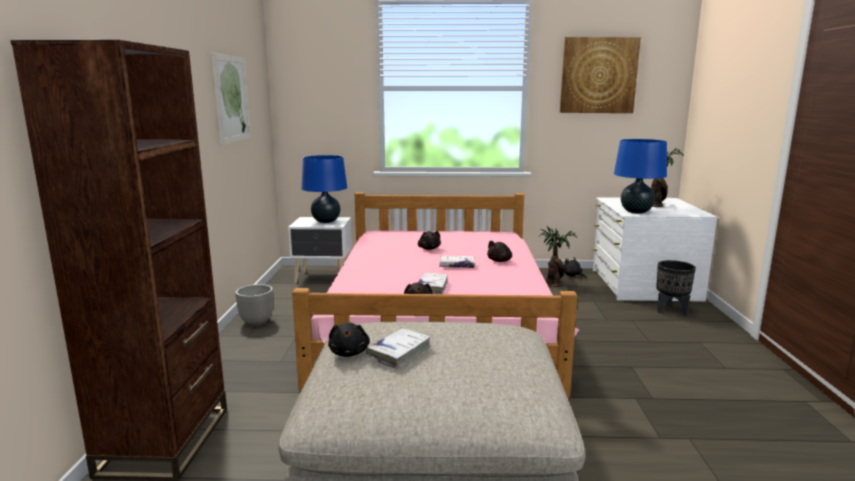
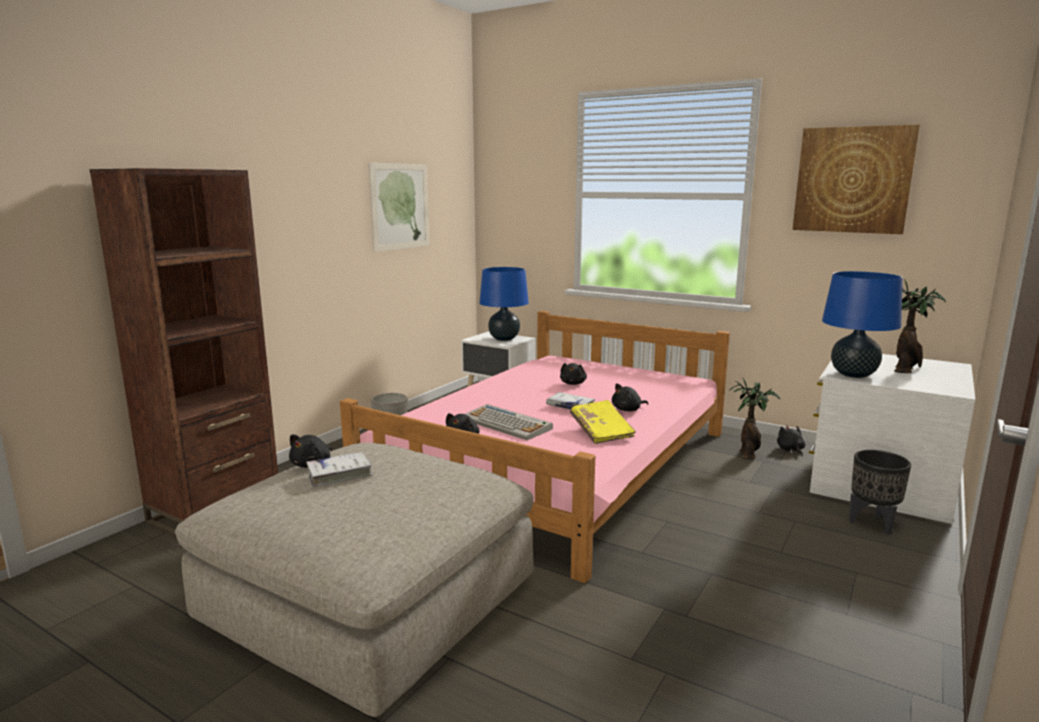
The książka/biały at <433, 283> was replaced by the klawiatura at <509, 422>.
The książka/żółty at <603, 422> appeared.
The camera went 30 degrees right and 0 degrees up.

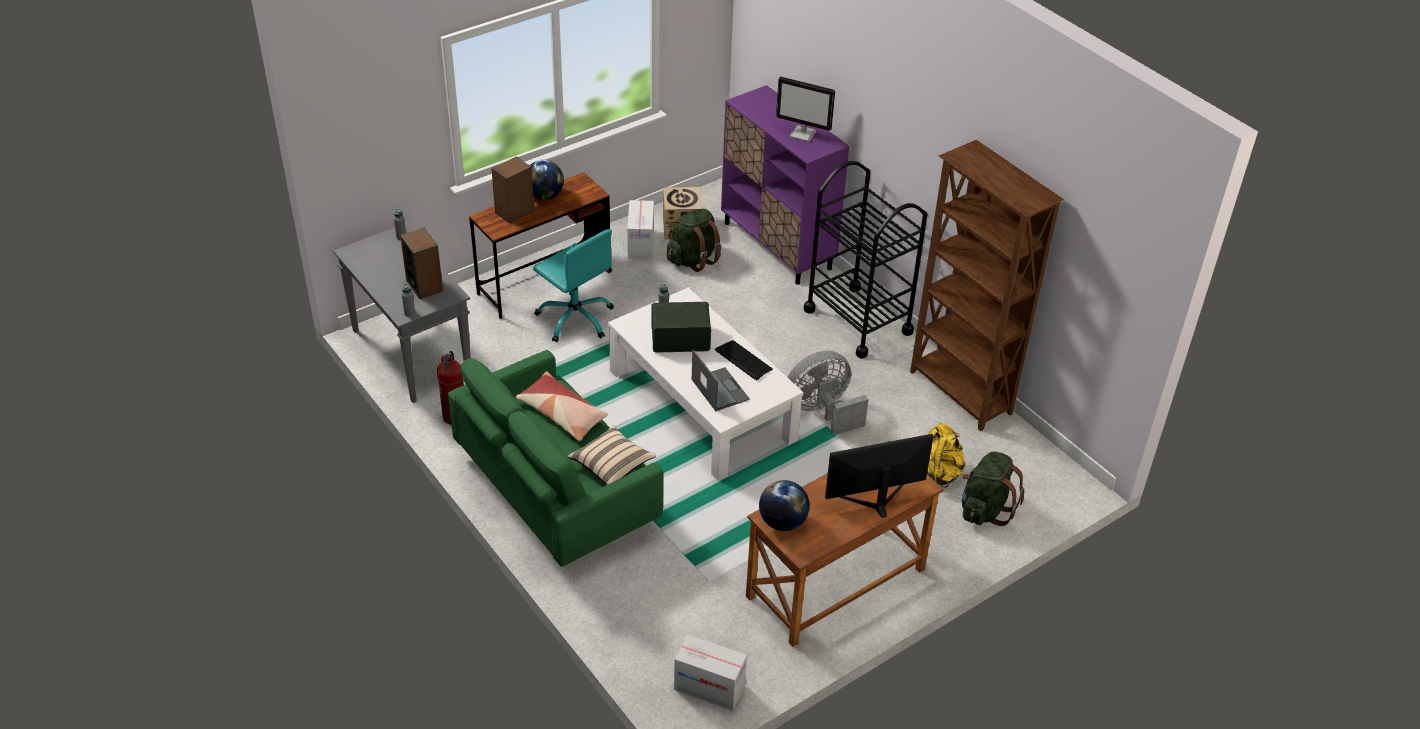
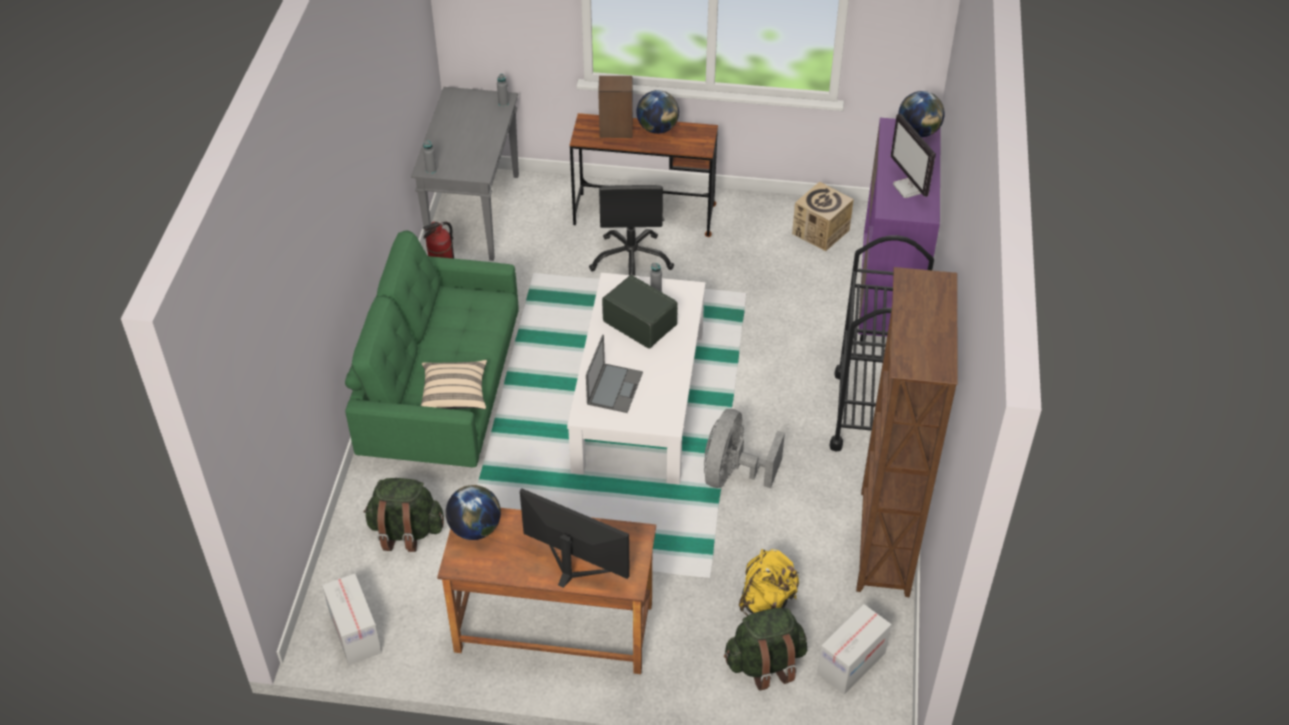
The karton moved from <640, 229> to <854, 649>.
The plecak/zielony moved from <694, 240> to <403, 515>.
The głośnik at <421, 263> disappeared.
The krzesło biurowe/turkusowy at <573, 285> became the krzesło biurowe/czarny at <631, 230>.
The klawiatura at <743, 360> disappeared.
The wentylator/szary at <828, 393> turned 90 degrees counterclockwise.
The poduszka at <561, 406> disappeared.
The globus at <921, 114> appeared.
The camera went 45 degrees right and 5 degrees up.

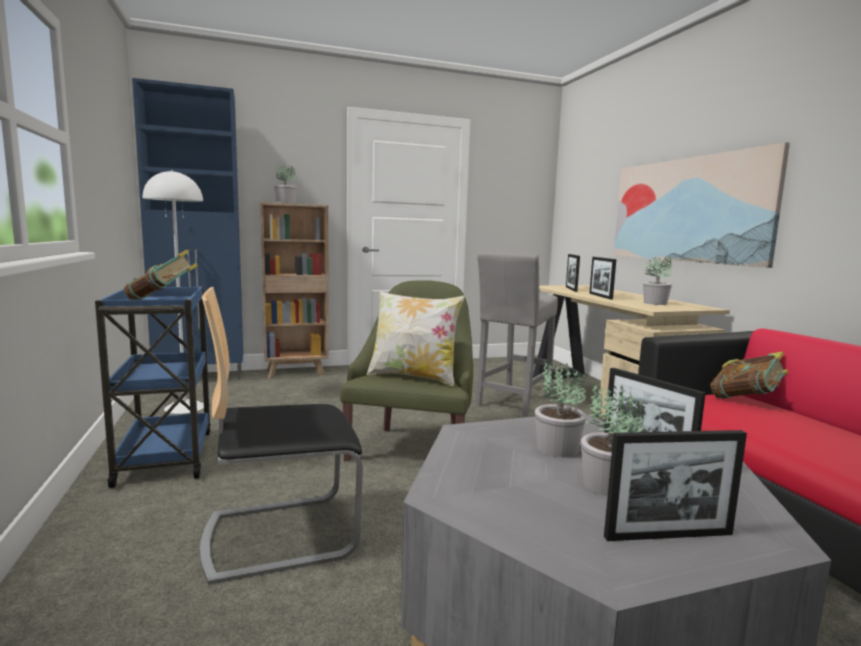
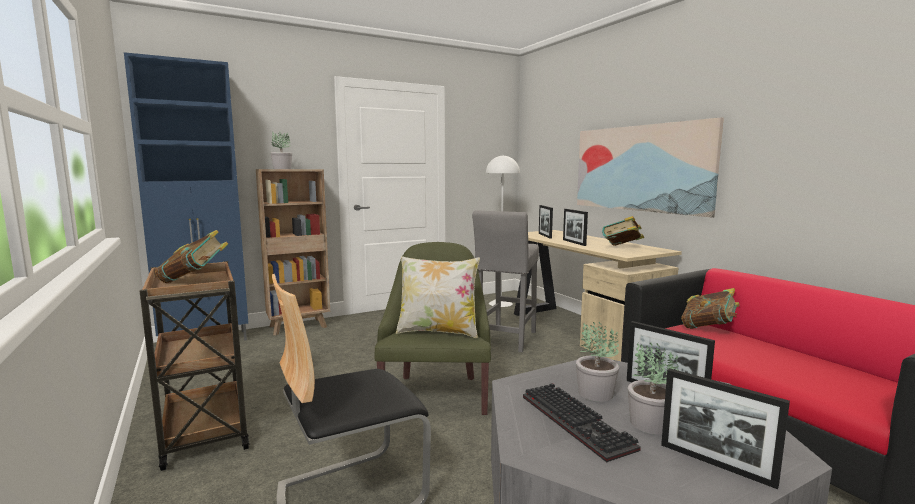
The lampa stojąca/biały moved from <173, 292> to <503, 231>.
The roślina doniczkowa at <657, 280> was replaced by the książka at <623, 231>.
The wózek/niebieski at <153, 387> became the wózek/brązowy at <195, 366>.
The ramka na zdjęcie at <675, 485> turned 60 degrees clockwise.
The klawiatura at <582, 422> appeared.
The camera went 10 degrees left and 0 degrees up.

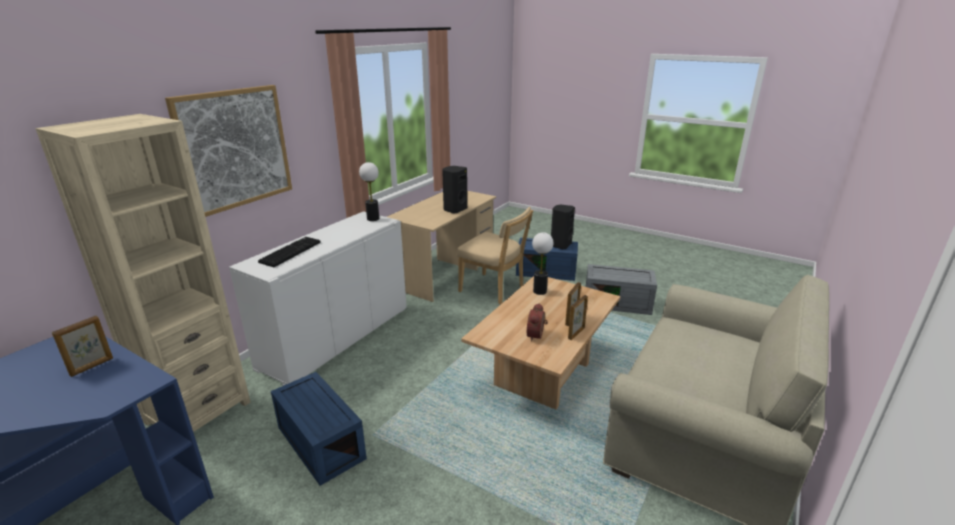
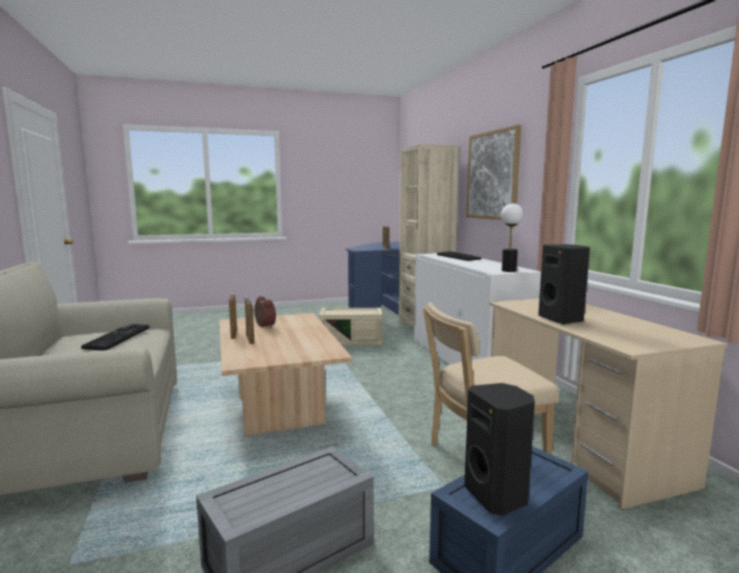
The lampa stołowa at <543, 263> disappeared.
The pojemnik do przechowywania/niebieski at <319, 429> became the pojemnik do przechowywania/beżowy at <350, 326>.
The klawiatura at <115, 337> appeared.
The camera went 130 degrees right and 15 degrees down.

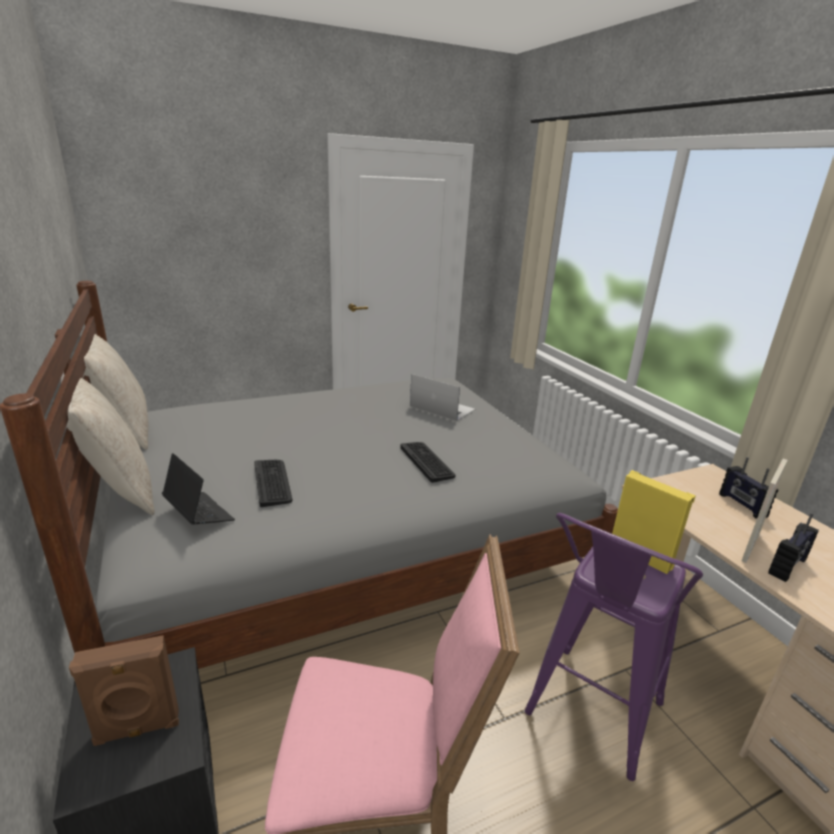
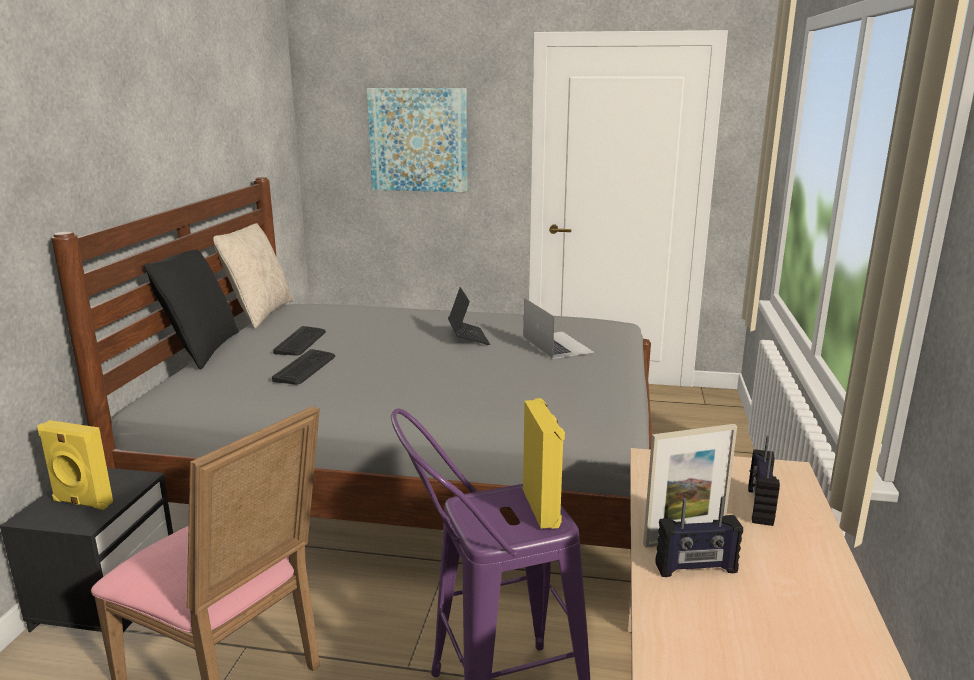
The poduszka/beżowy at <107, 443> became the poduszka/czarny at <191, 310>.
The klawiatura moved from <428, 462> to <299, 341>.
The laptop moved from <198, 489> to <469, 316>.
The głośnik/brązowy at <124, 690> became the głośnik/żółty at <75, 465>.
The obraz at <417, 140> appeared.
The camera went 35 degrees right and 5 degrees down.

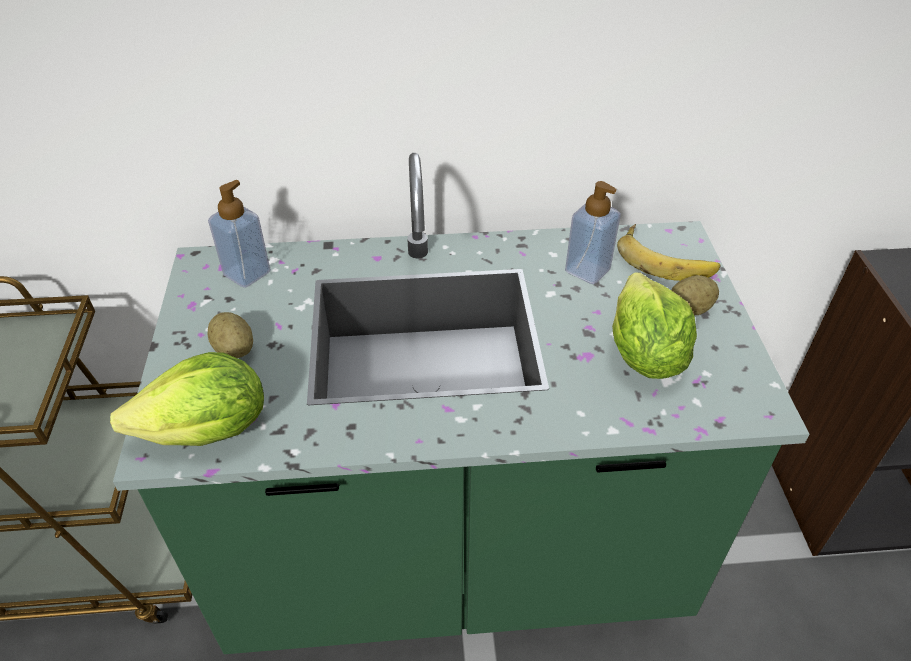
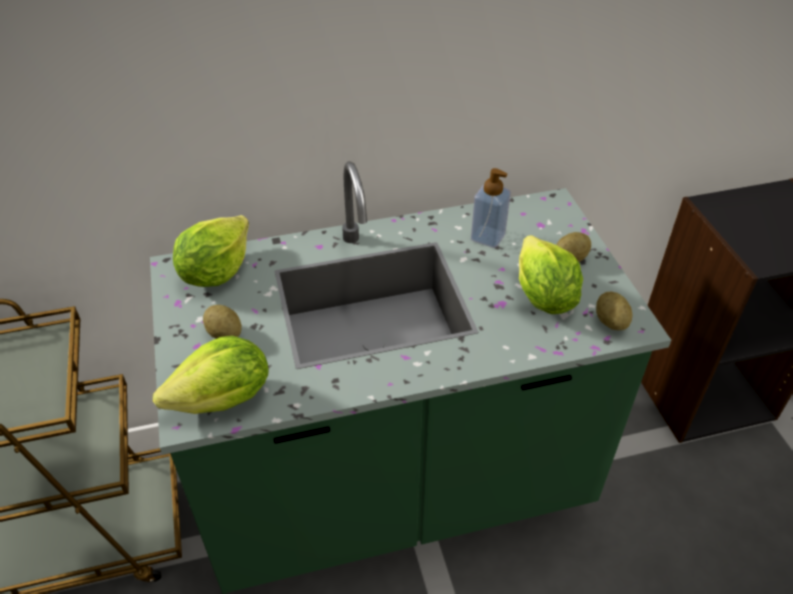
The dozownik mydła at <239, 234> was replaced by the sałata at <211, 251>.
The banan at <668, 252> disappeared.
The ziemniak at <614, 310> appeared.
The camera went 10 degrees left and 0 degrees up.

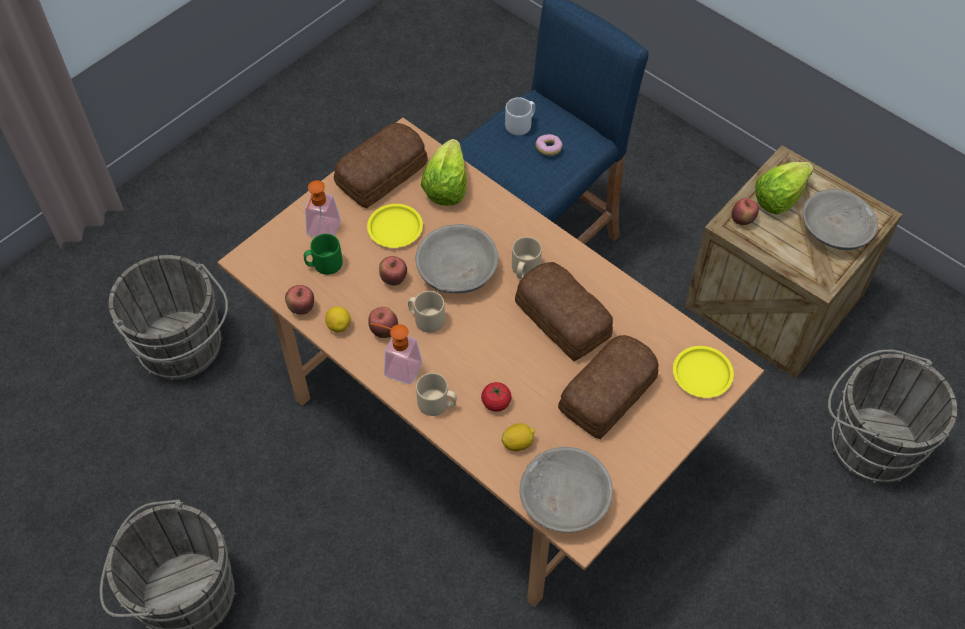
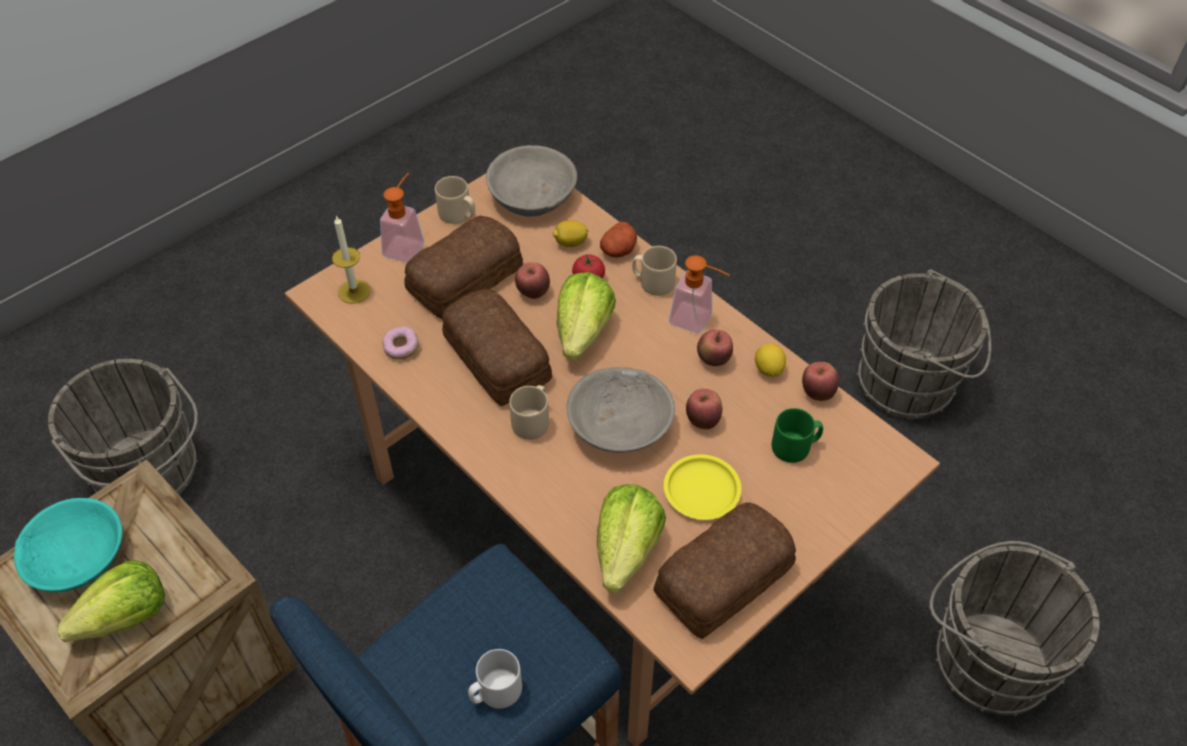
The donut moved from <549, 145> to <400, 343>.
The dozownik mydła moved from <323, 208> to <402, 218>.
The miska/szary at <840, 219> became the miska/turkusowy at <68, 545>.
The jabłko moved from <745, 211> to <532, 280>.
The kubek/beżowy moved from <426, 312> to <455, 200>.
The talerz/żółty at <703, 372> was replaced by the świeca at <351, 259>.
The ziemniak at <618, 240> appeared.
The sałata at <586, 316> appeared.
The camera went 175 degrees left and 5 degrees down.

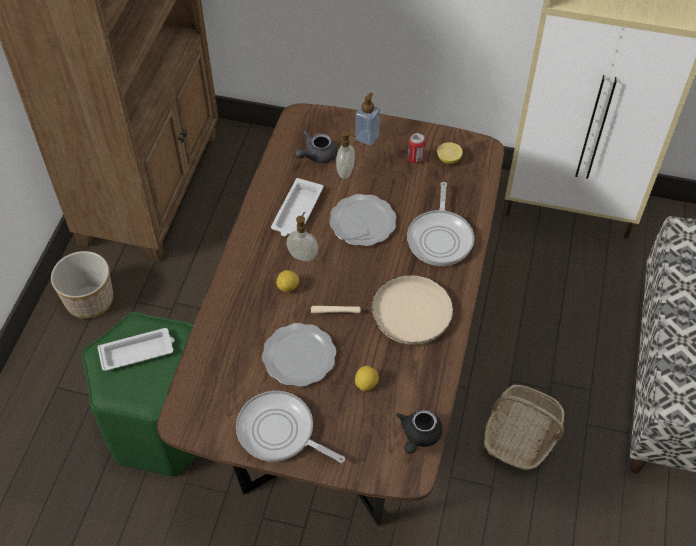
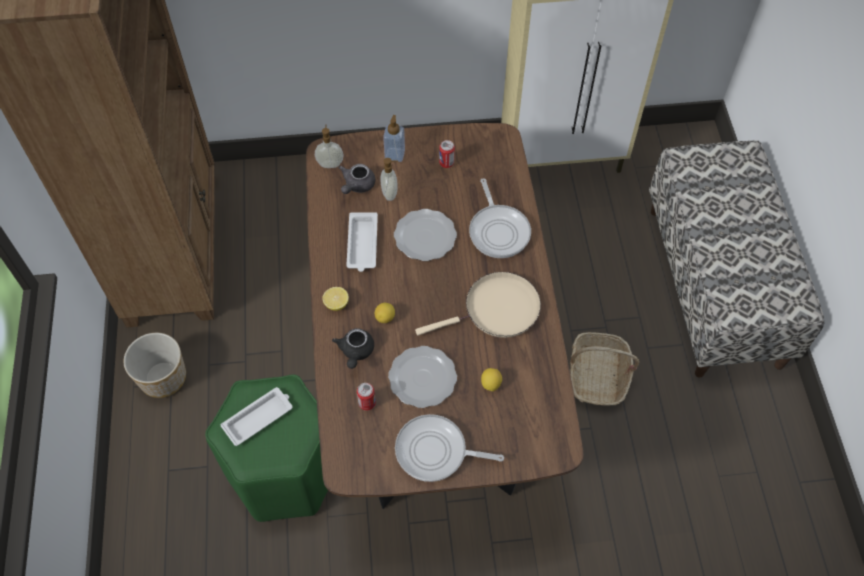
The cytryna moved from <450, 153> to <335, 299>.
The dozownik mydła moved from <302, 237> to <329, 146>.
The imbryk/czarny moved from <419, 431> to <353, 348>.
The puszka at <366, 397> appeared.
The camera went 20 degrees left and 5 degrees up.

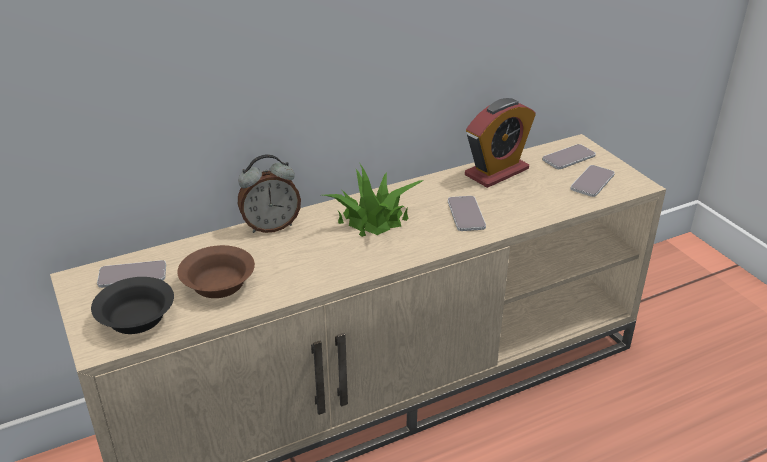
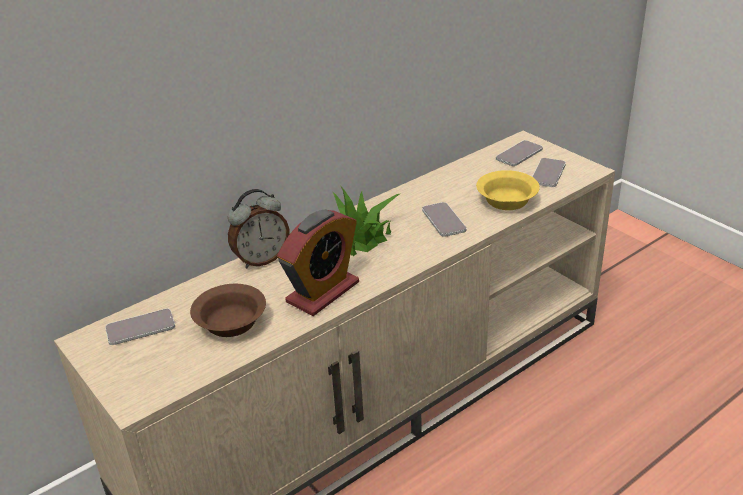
The budzik moved from <500, 143> to <318, 262>.
The miska/czarny at <132, 305> disappeared.
The miska/żółty at <508, 190> appeared.
The camera went 10 degrees left and 0 degrees up.

